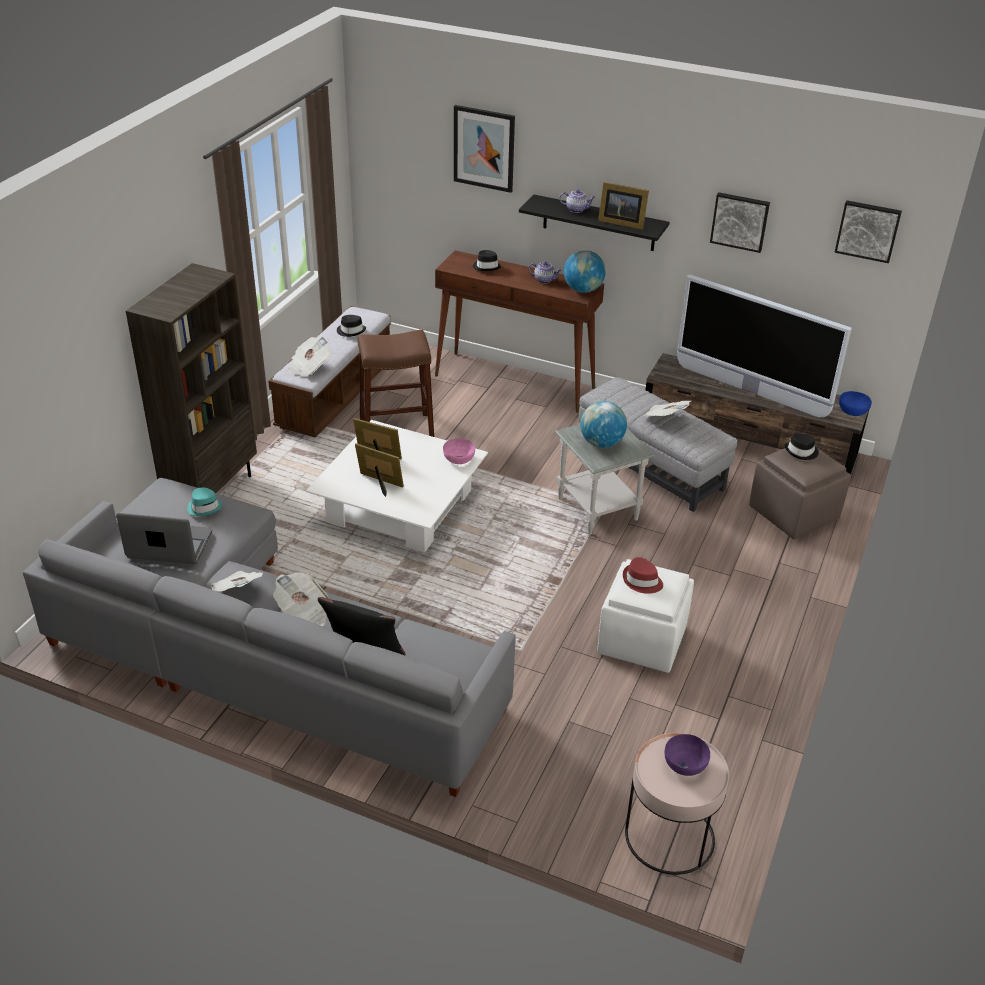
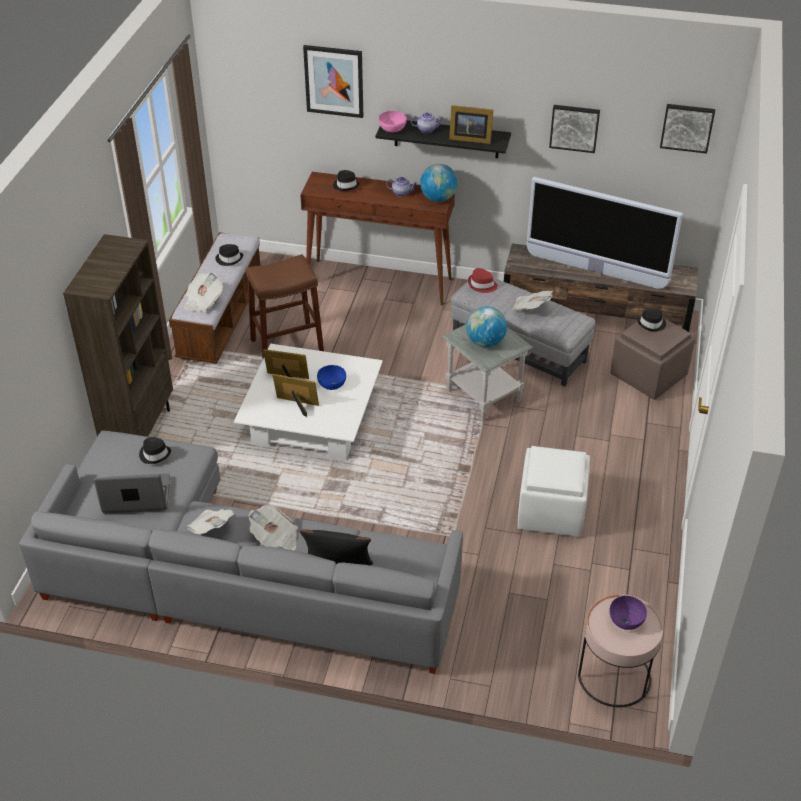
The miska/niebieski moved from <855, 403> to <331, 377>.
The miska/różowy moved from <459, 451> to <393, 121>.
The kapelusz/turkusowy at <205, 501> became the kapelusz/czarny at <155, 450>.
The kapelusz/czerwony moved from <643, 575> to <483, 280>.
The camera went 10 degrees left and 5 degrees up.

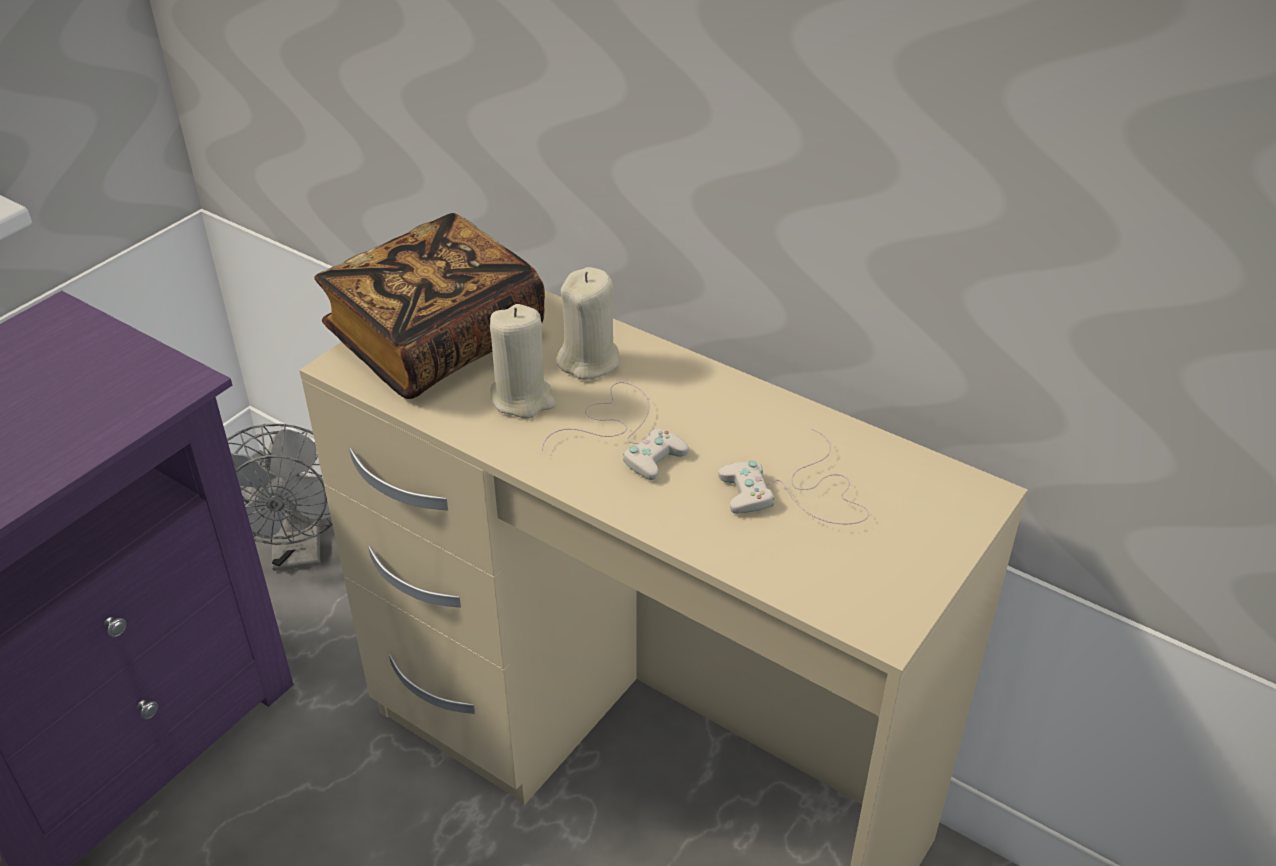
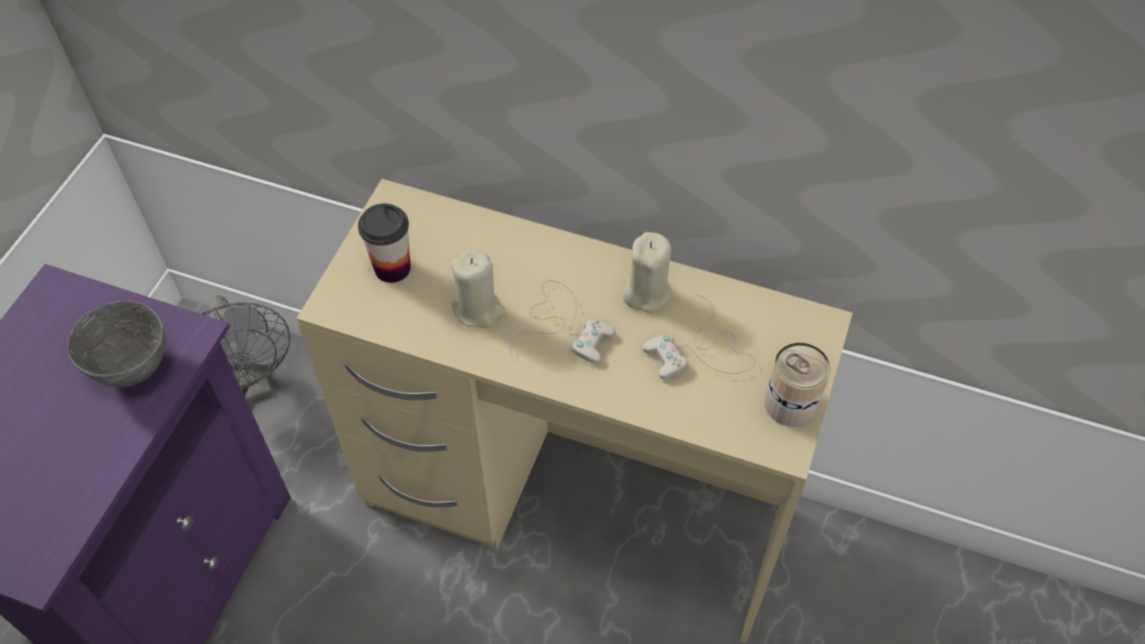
The książka at <429, 306> was replaced by the filiżanka at <384, 243>.
The świeca/beżowy moved from <587, 323> to <647, 272>.
The miska/szary at <116, 343> appeared.
The puszka at <797, 385> appeared.
The camera went 15 degrees left and 15 degrees up.

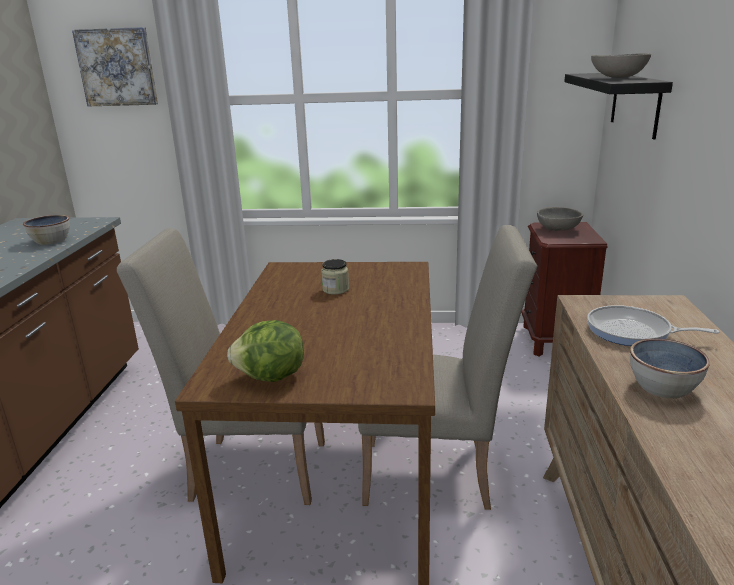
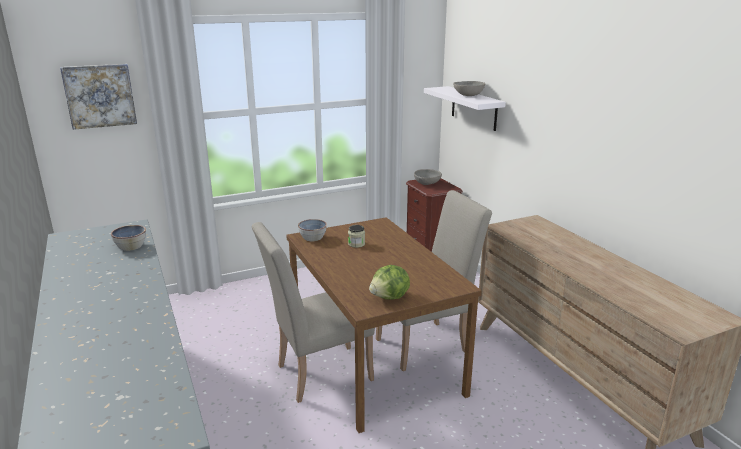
The półka/czarny at <618, 106> became the półka/biały at <465, 108>.
The patelnia at <653, 325> disappeared.
The miska moved from <670, 368> to <312, 230>.
The camera went 30 degrees left and 0 degrees up.

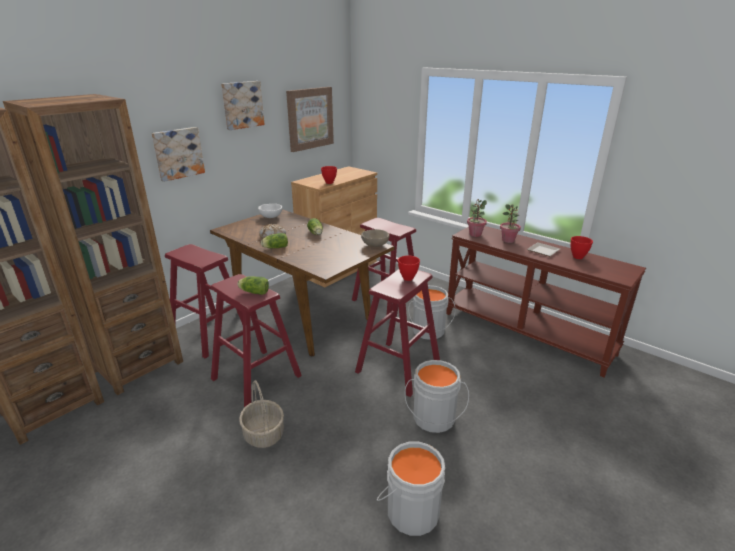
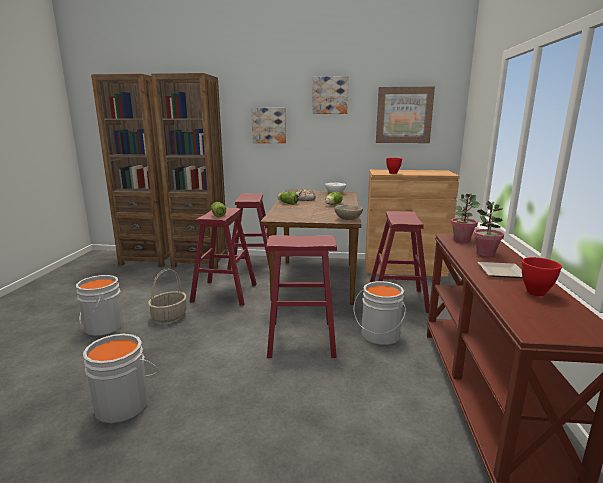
The miska/czerwony at <409, 268> disappeared.
The wiadro/szary moved from <437, 396> to <100, 305>.
The camera went 55 degrees right and 10 degrees down.

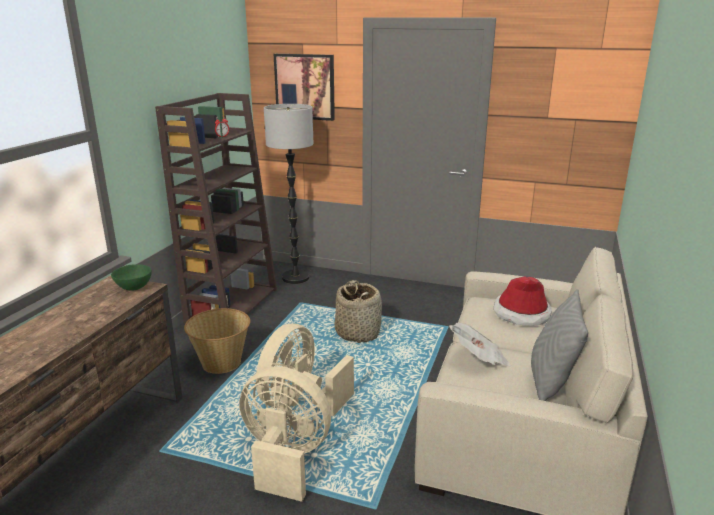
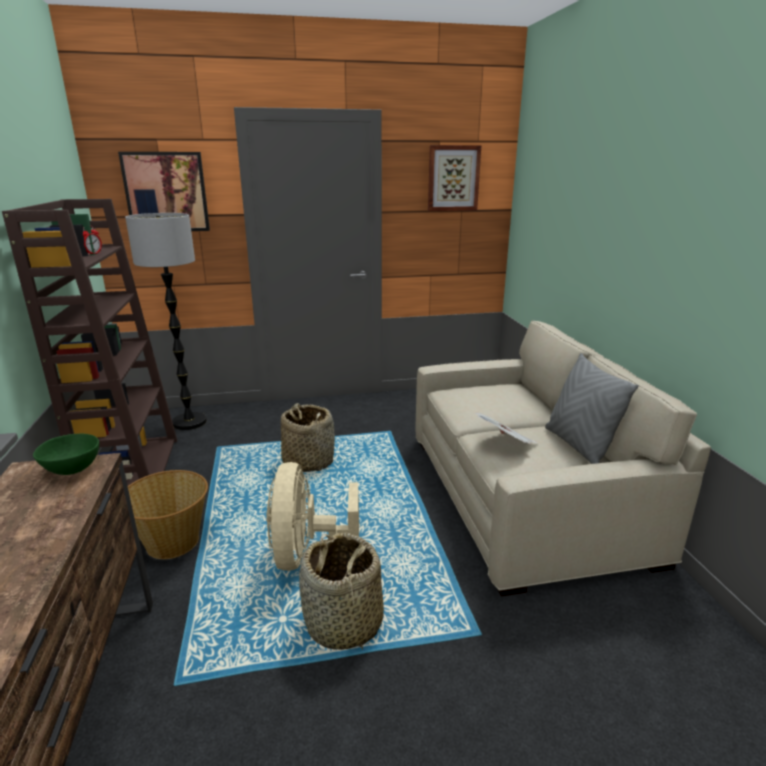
The kapelusz at <523, 301> disappeared.
The wentylator/beżowy at <285, 434> was replaced by the koszyk at <341, 591>.
The obraz at <454, 178> appeared.
The camera went 30 degrees left and 0 degrees up.

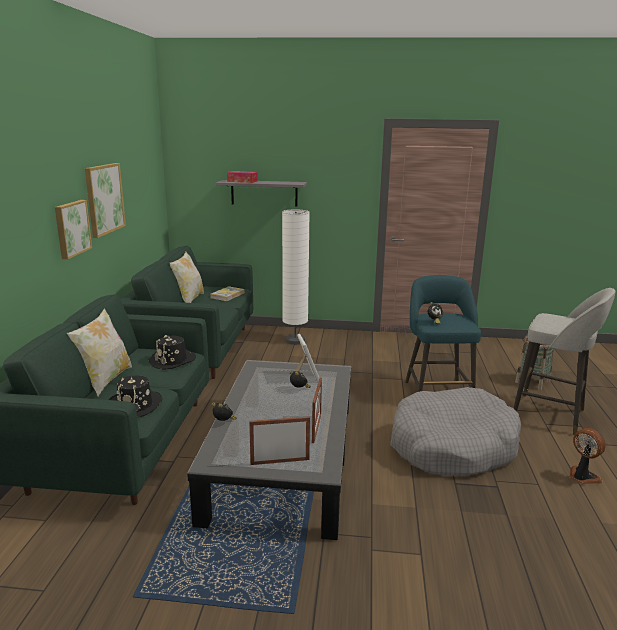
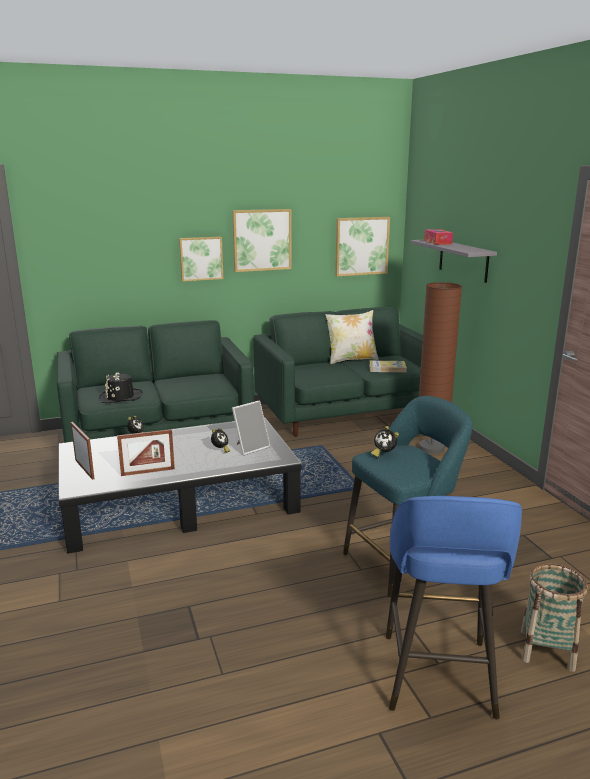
The lampa stojąca/biały at <296, 277> became the lampa stojąca/brązowy at <440, 368>.
The stołek/szary at <564, 361> became the stołek/niebieski at <454, 607>.
The poduszka at <99, 352> disappeared.
The kapelusz/czarny at <172, 352> disappeared.
The legowisko/szary at <456, 432> disappeared.
The wentylator at <587, 456> disappeared.
The obraz at <362, 246> appeared.
The camera went 65 degrees right and 0 degrees up.

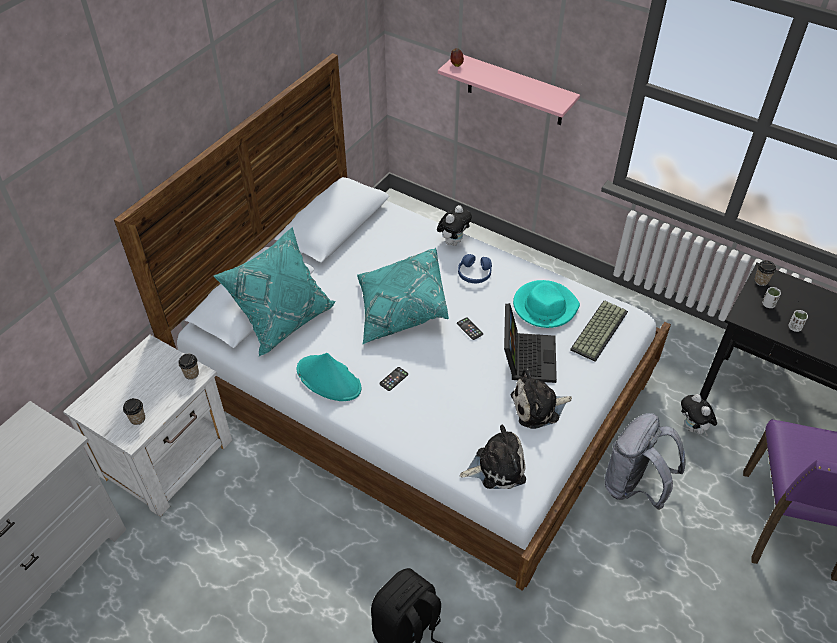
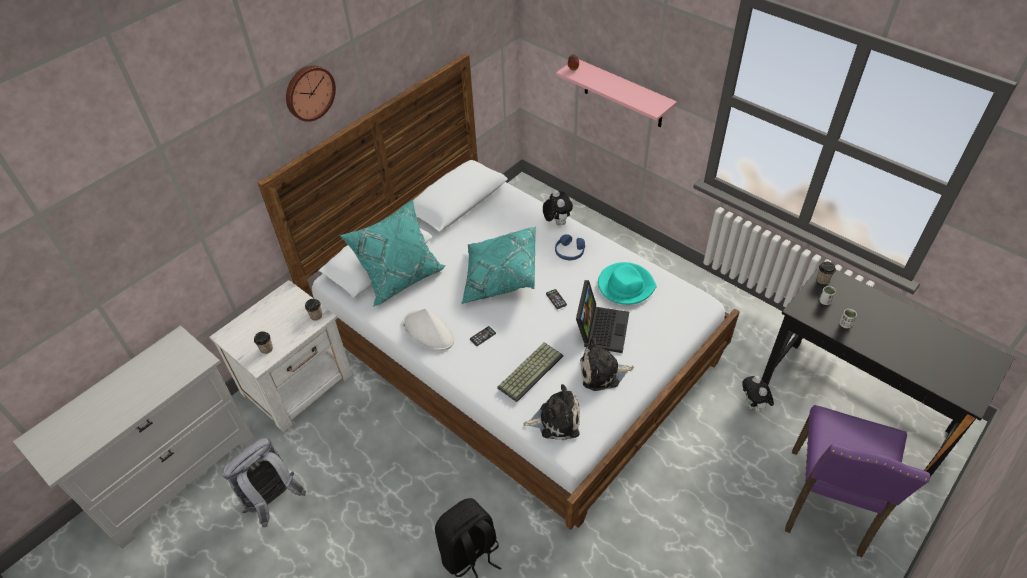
The pluszak at <454, 225> turned 60 degrees counterclockwise.
The klawiatura moved from <599, 331> to <530, 372>.
The kapelusz/turkusowy at <329, 377> became the kapelusz/biały at <428, 329>.
The plecak/szary moved from <645, 461> to <264, 482>.
The zegar ścienny at <311, 93> appeared.
The camera went 10 degrees right and 0 degrees up.

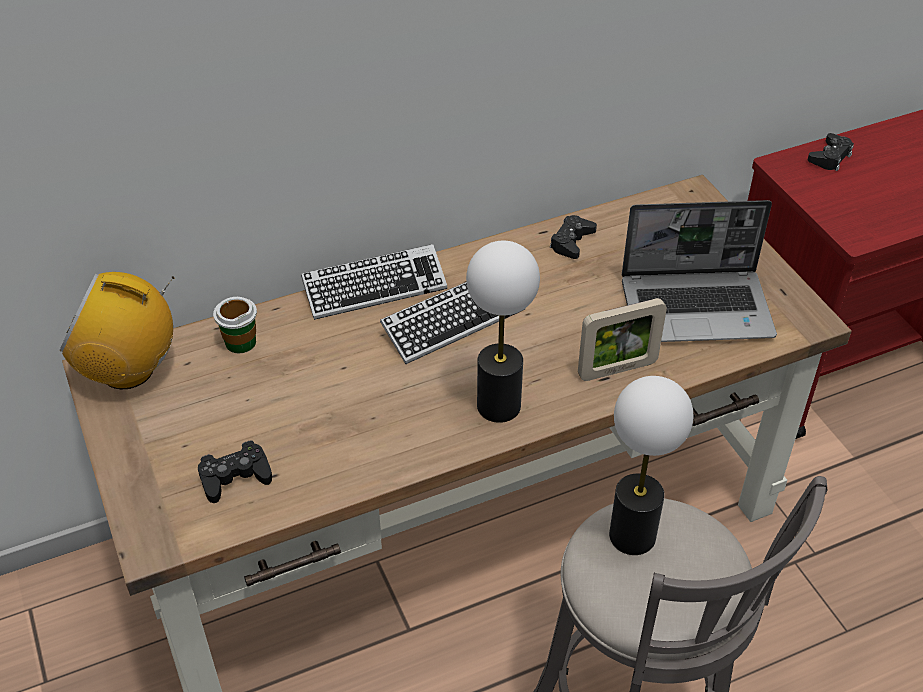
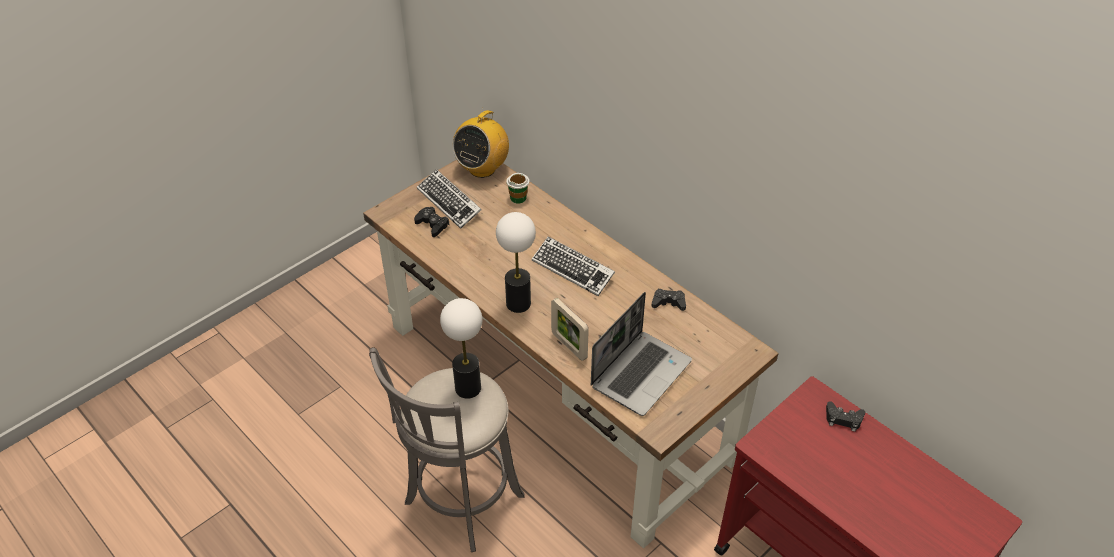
The laptop at <699, 271> turned 120 degrees counterclockwise.
The klawiatura moved from <374, 282> to <449, 199>.
The radio at <116, 330> turned 135 degrees counterclockwise.
The camera went 70 degrees right and 0 degrees up.

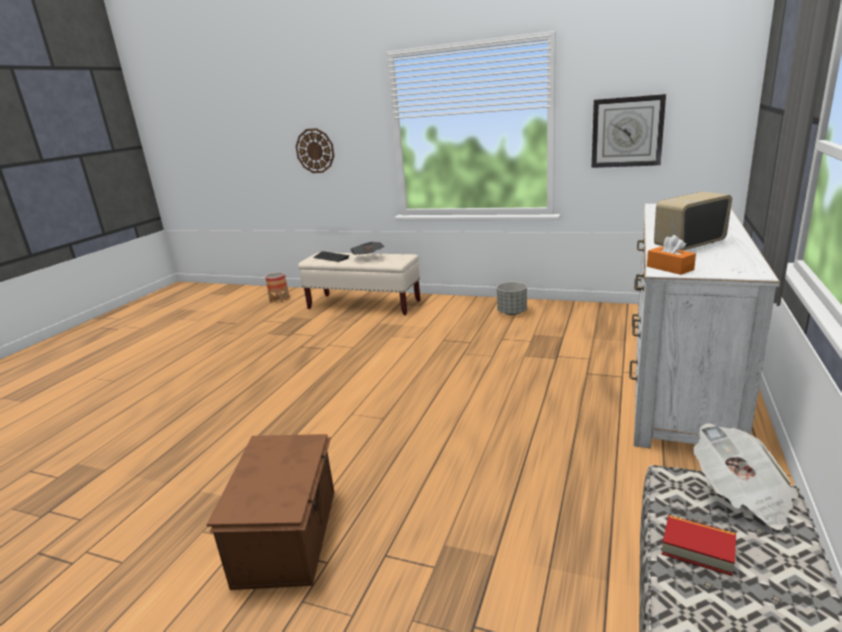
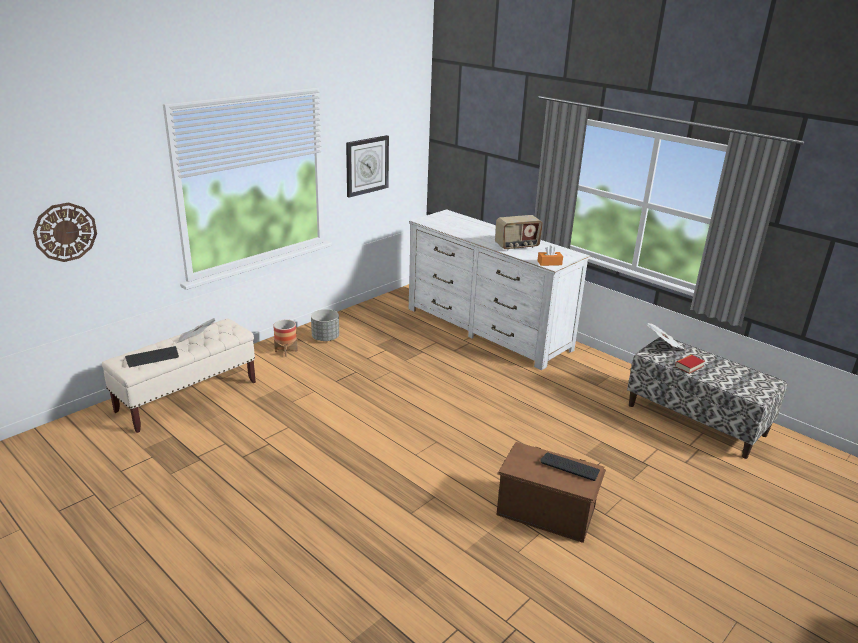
The radio at <693, 221> turned 105 degrees counterclockwise.
The donica moved from <277, 287> to <285, 338>.
The klawiatura at <570, 467> appeared.
The camera went 70 degrees left and 5 degrees up.

